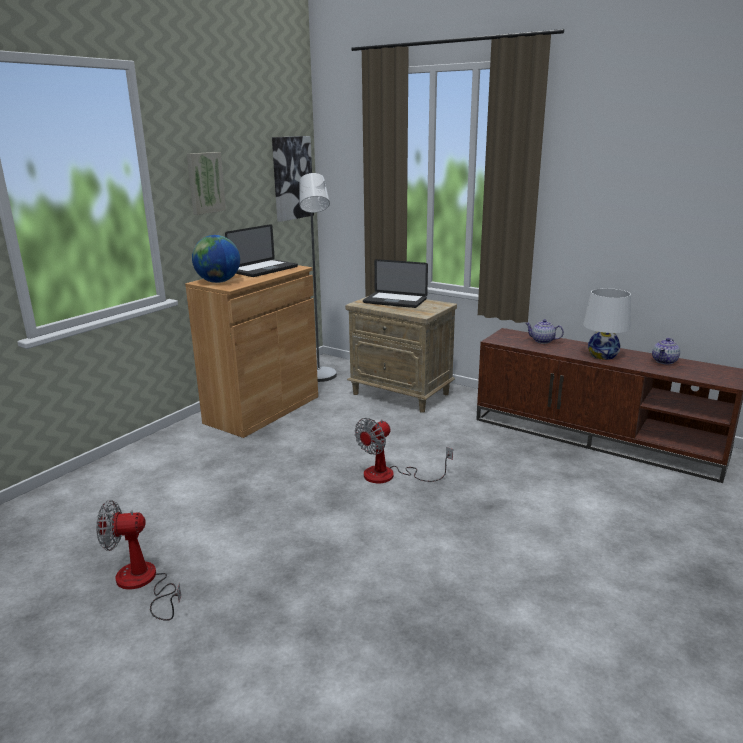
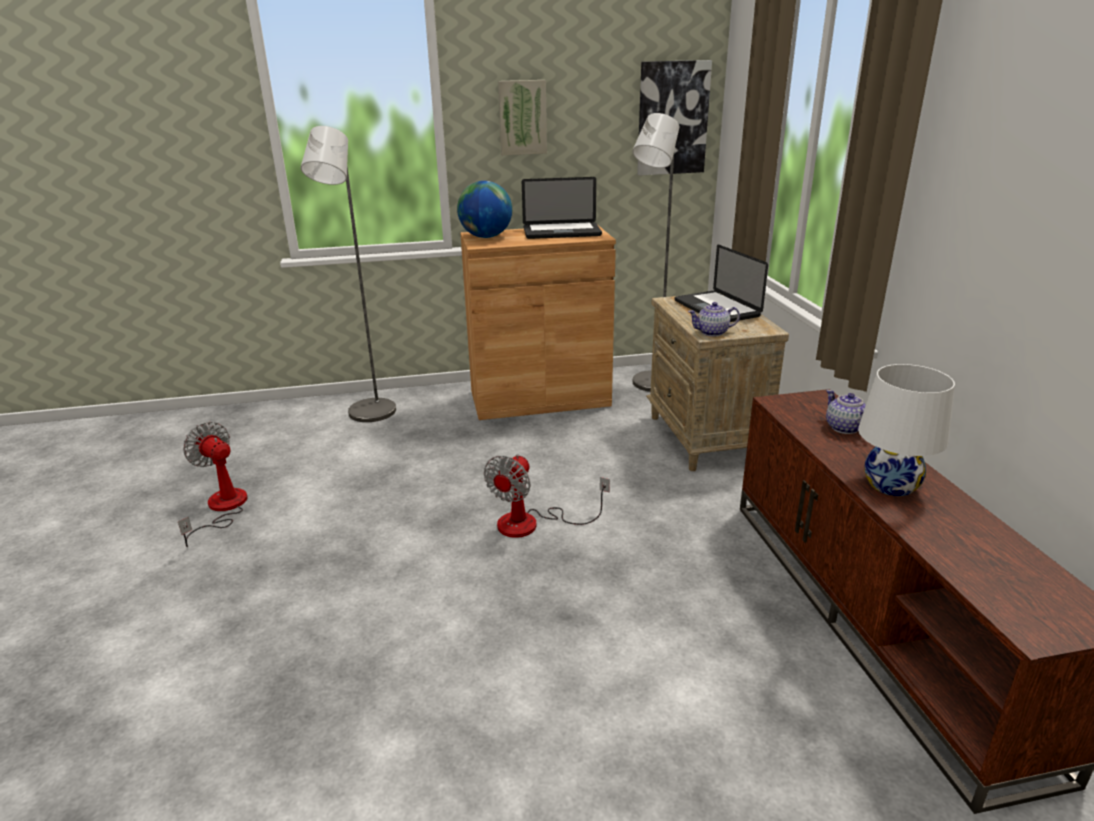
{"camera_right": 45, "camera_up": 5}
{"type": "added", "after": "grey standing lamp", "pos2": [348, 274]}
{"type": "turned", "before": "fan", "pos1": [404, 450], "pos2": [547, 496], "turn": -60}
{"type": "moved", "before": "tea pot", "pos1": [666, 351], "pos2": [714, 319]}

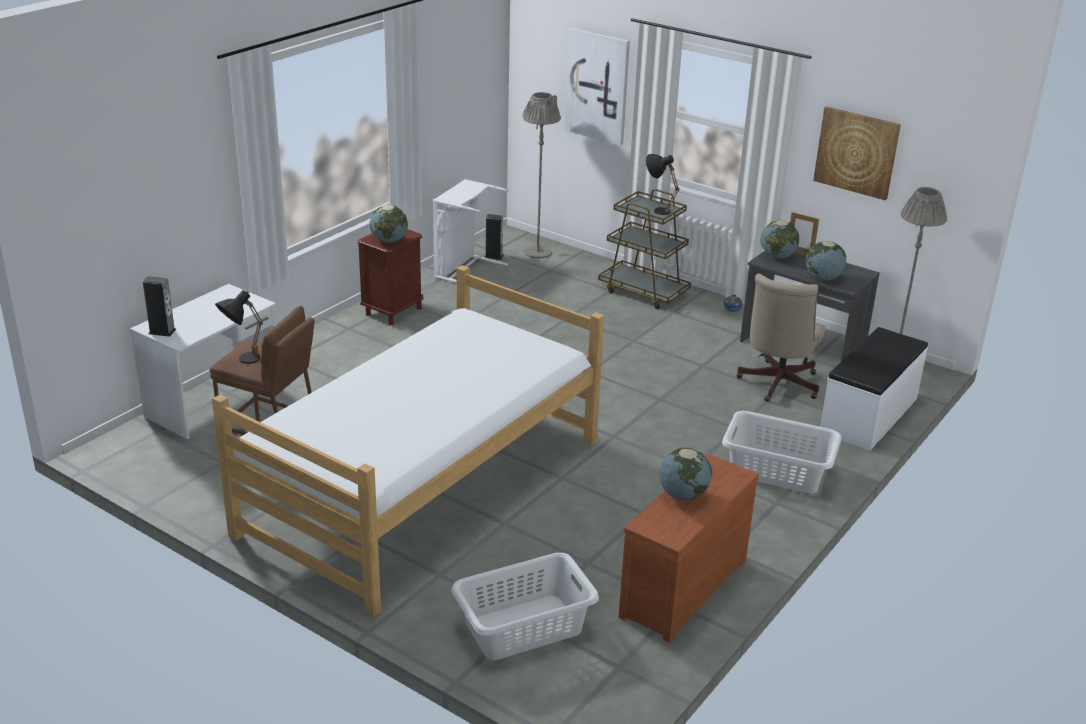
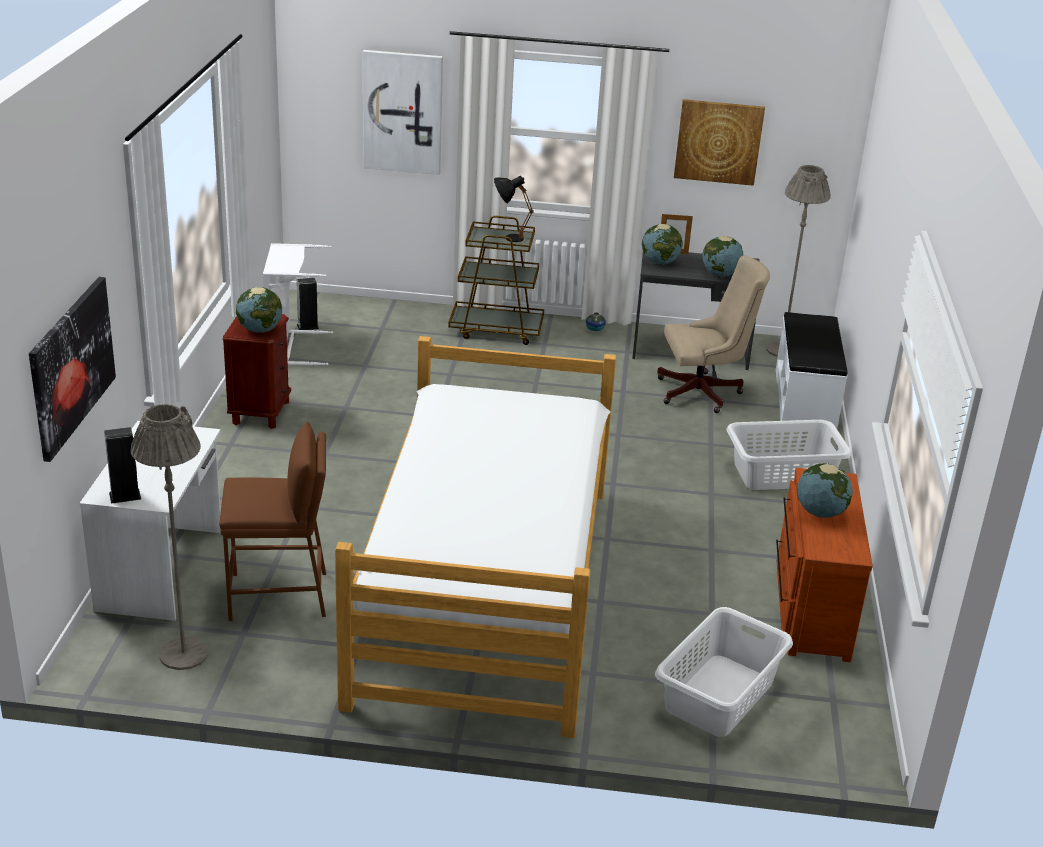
{"camera_right": -30, "camera_up": 0}
{"type": "added", "after": "wall picture", "pos2": [72, 369]}
{"type": "moved", "before": "grey standing lamp", "pos1": [542, 175], "pos2": [169, 537]}
{"type": "turned", "before": "beige office chair", "pos1": [780, 338], "pos2": [713, 334], "turn": -90}
{"type": "removed", "before": "black-coloured lamp for a table", "pos1": [239, 327]}

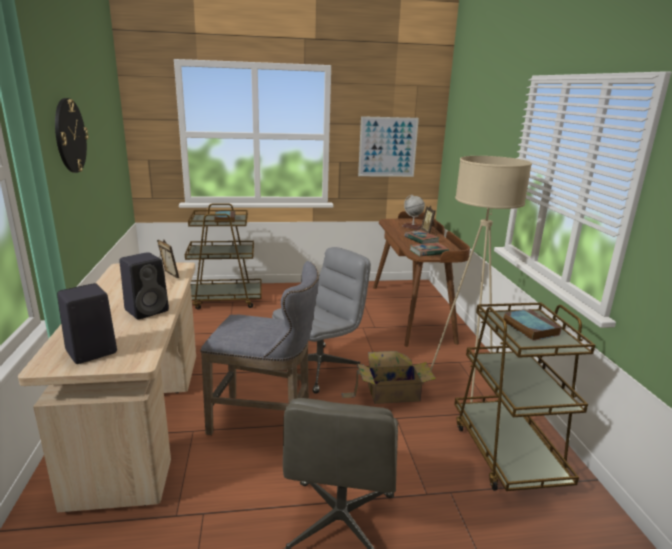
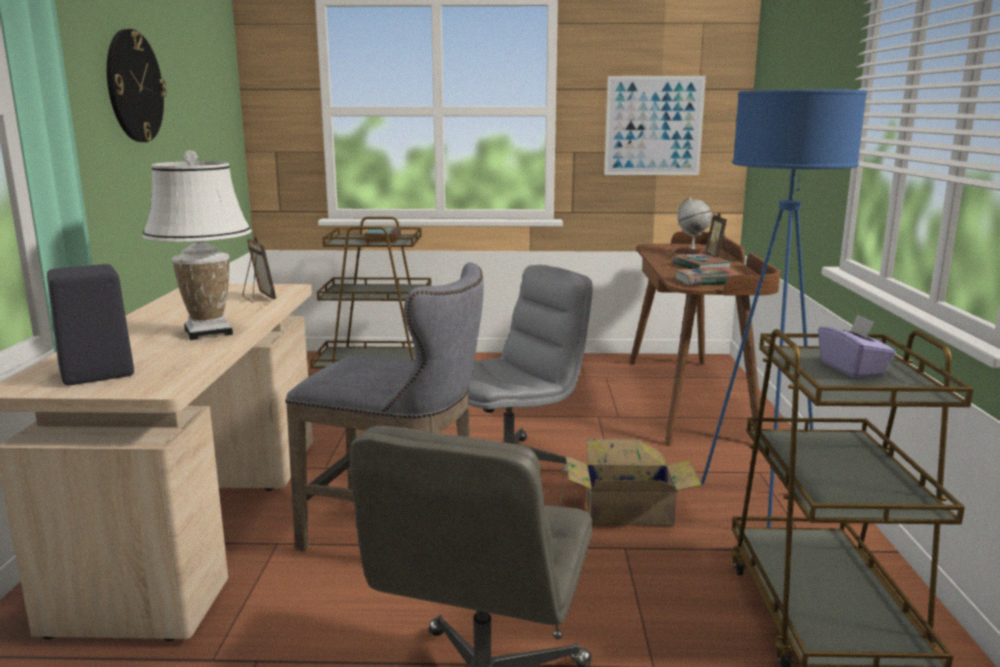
{"camera_right": 10, "camera_up": -5}
{"type": "replaced", "before": "black-coloured speaker", "after": "whitish lamp for a table", "pos1": [144, 285], "pos2": [197, 245]}
{"type": "recoloured", "before": "beige standing lamp", "after": "blue standing lamp", "pos1": [481, 279], "pos2": [784, 309]}
{"type": "replaced", "before": "volume", "after": "purple-coloured tissue holder", "pos1": [532, 325], "pos2": [857, 346]}

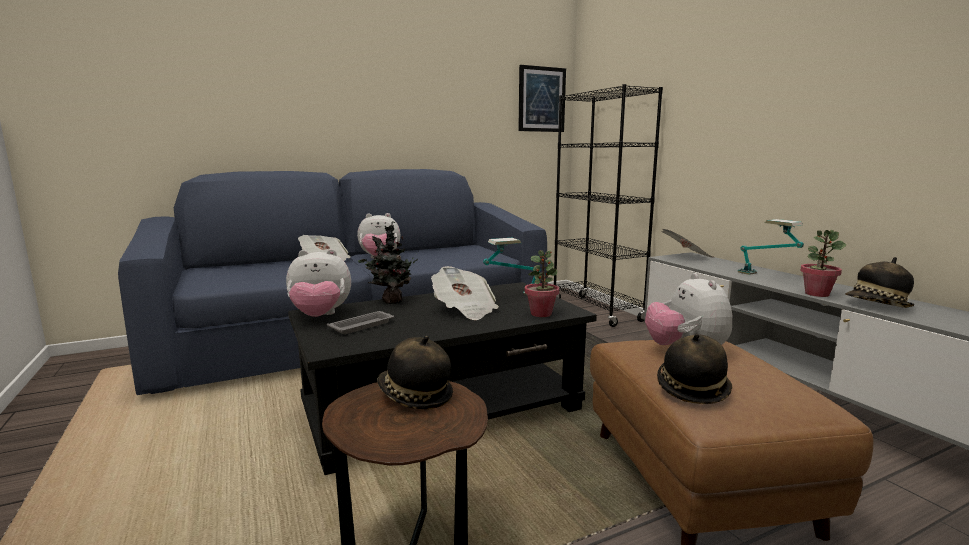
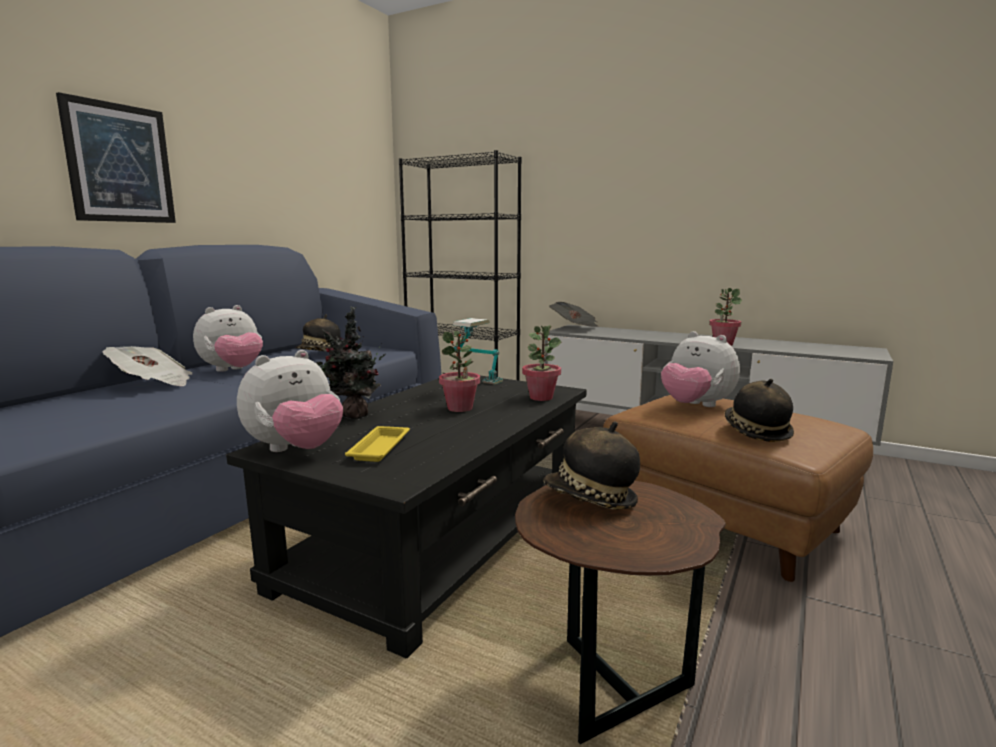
{"camera_right": -35, "camera_up": 0}
{"type": "moved", "before": "wall picture", "pos1": [542, 98], "pos2": [116, 157]}
{"type": "moved", "before": "wearable hat", "pos1": [879, 282], "pos2": [318, 332]}
{"type": "recoloured", "before": "grey carrying tray", "after": "yellow-coloured carrying tray", "pos1": [360, 322], "pos2": [377, 444]}
{"type": "replaced", "before": "newspaper", "after": "houseplant", "pos1": [465, 293], "pos2": [459, 371]}
{"type": "removed", "before": "lamp for a table", "pos1": [770, 247]}

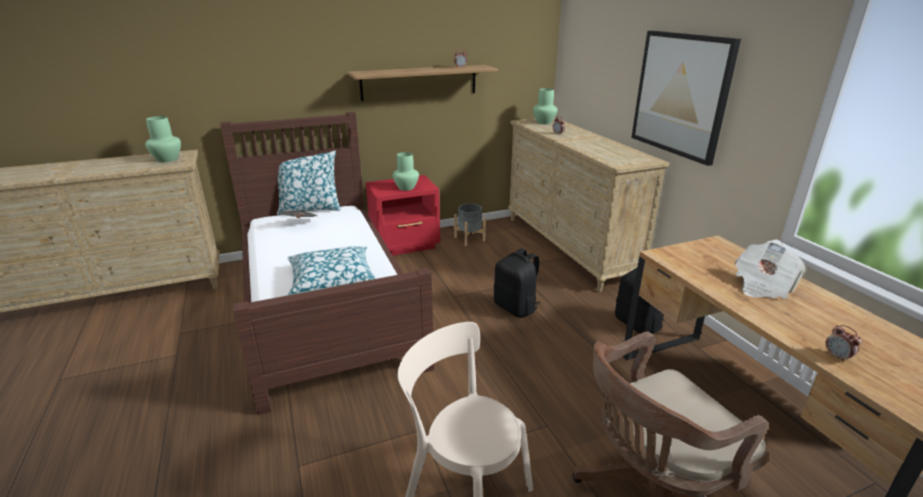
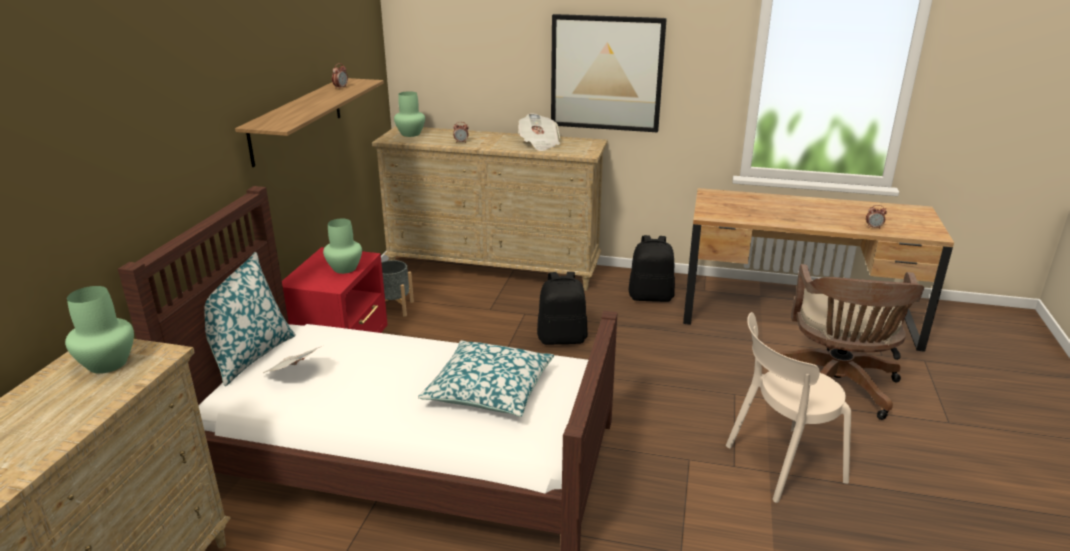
{"camera_right": -55, "camera_up": 0}
{"type": "moved", "before": "newspaper", "pos1": [770, 270], "pos2": [539, 132]}

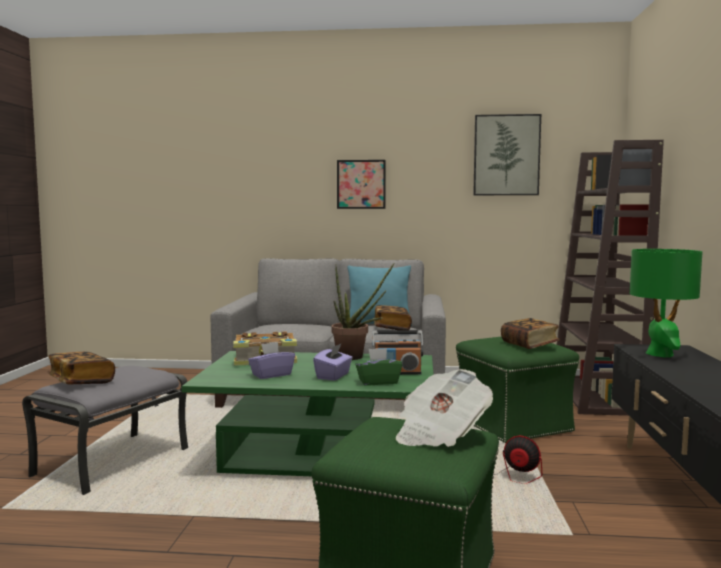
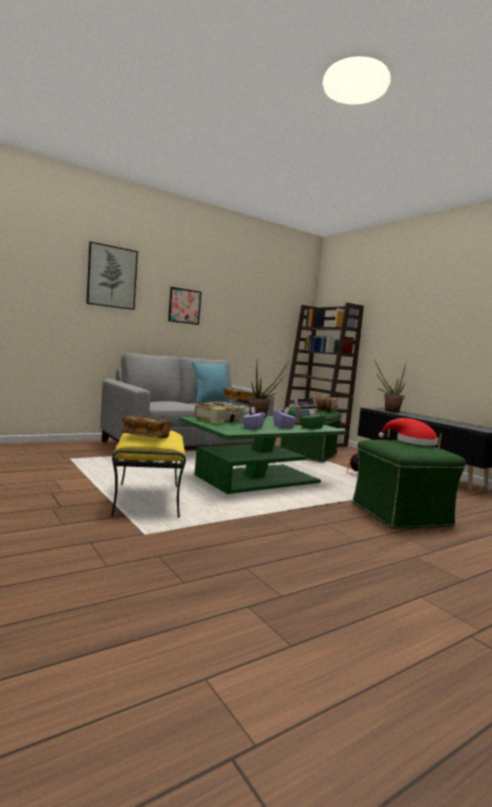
{"camera_right": -40, "camera_up": 0}
{"type": "moved", "before": "wall picture", "pos1": [507, 154], "pos2": [112, 275]}
{"type": "recoloured", "before": "grey ottoman", "after": "yellow-coloured ottoman", "pos1": [105, 430], "pos2": [148, 474]}
{"type": "replaced", "before": "green lamp for a table", "after": "houseplant", "pos1": [666, 303], "pos2": [390, 386]}
{"type": "replaced", "before": "newspaper", "after": "red-coloured wearable hat", "pos1": [444, 408], "pos2": [408, 432]}

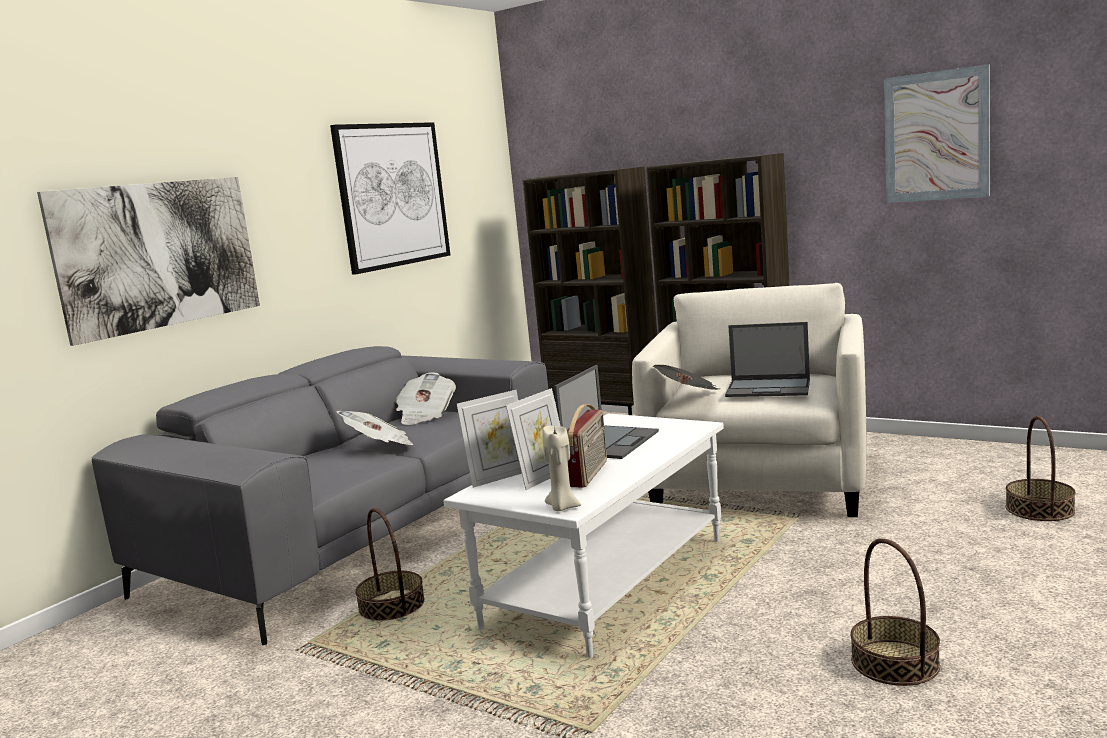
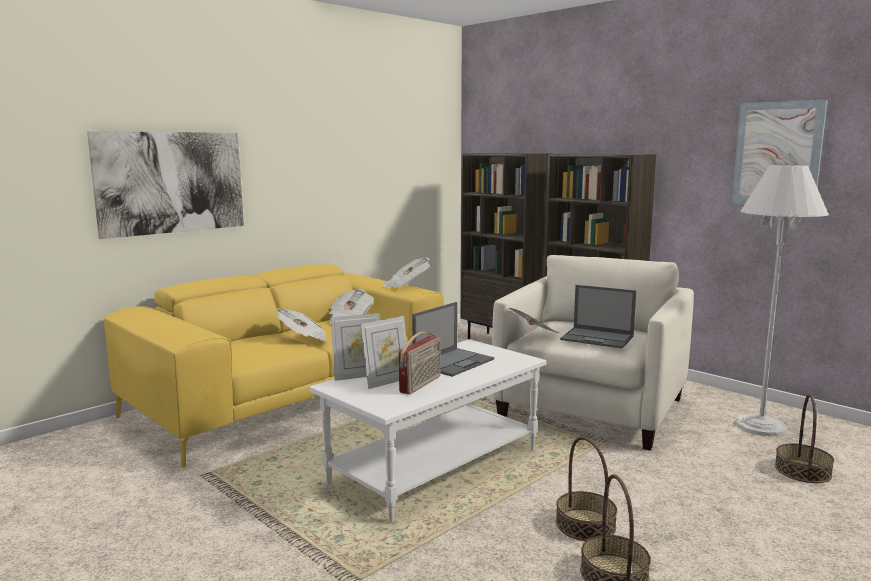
{"camera_right": 10, "camera_up": 0}
{"type": "recoloured", "before": "grey settee", "after": "yellow-coloured settee", "pos1": [320, 495], "pos2": [274, 366]}
{"type": "added", "after": "newspaper", "pos2": [406, 273]}
{"type": "moved", "before": "household basket", "pos1": [390, 564], "pos2": [586, 488]}
{"type": "added", "after": "whitish standing lamp", "pos2": [782, 300]}
{"type": "removed", "before": "wall picture", "pos1": [390, 198]}
{"type": "removed", "before": "beige wax candle", "pos1": [561, 468]}

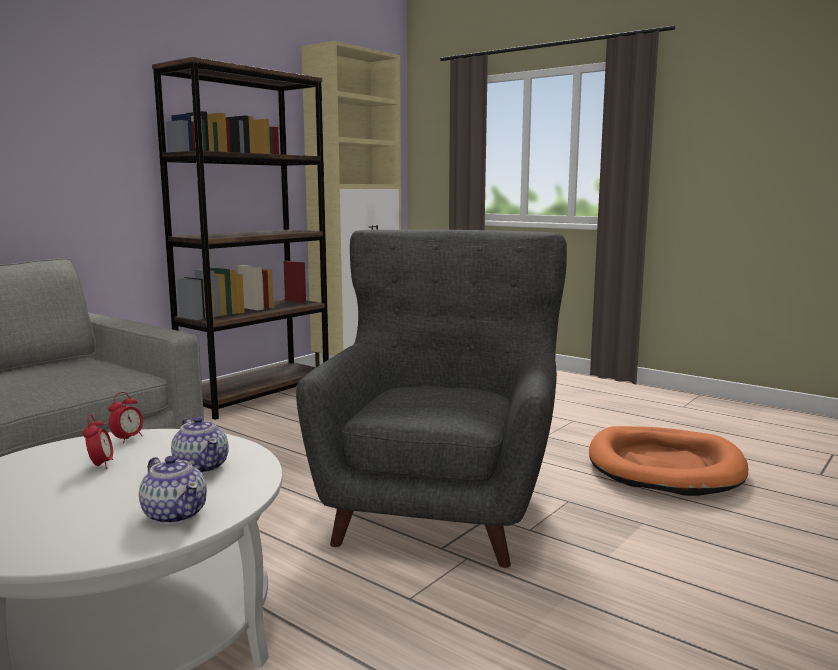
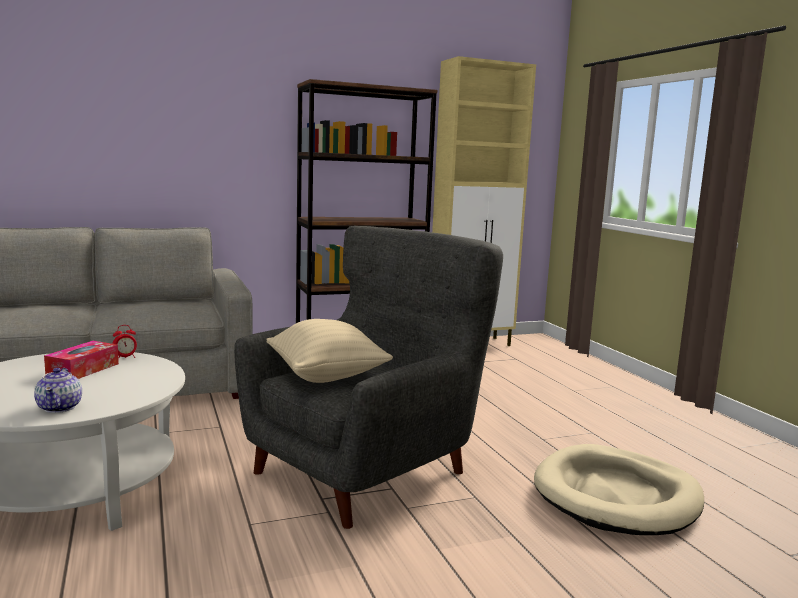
{"camera_right": 30, "camera_up": 0}
{"type": "replaced", "before": "alarm clock", "after": "tissue holder", "pos1": [98, 442], "pos2": [81, 360]}
{"type": "added", "after": "beige throw pillow", "pos2": [329, 351]}
{"type": "recoloured", "before": "orangey dog cushion", "after": "beige dog cushion", "pos1": [668, 461], "pos2": [619, 489]}
{"type": "removed", "before": "tea pot", "pos1": [200, 445]}

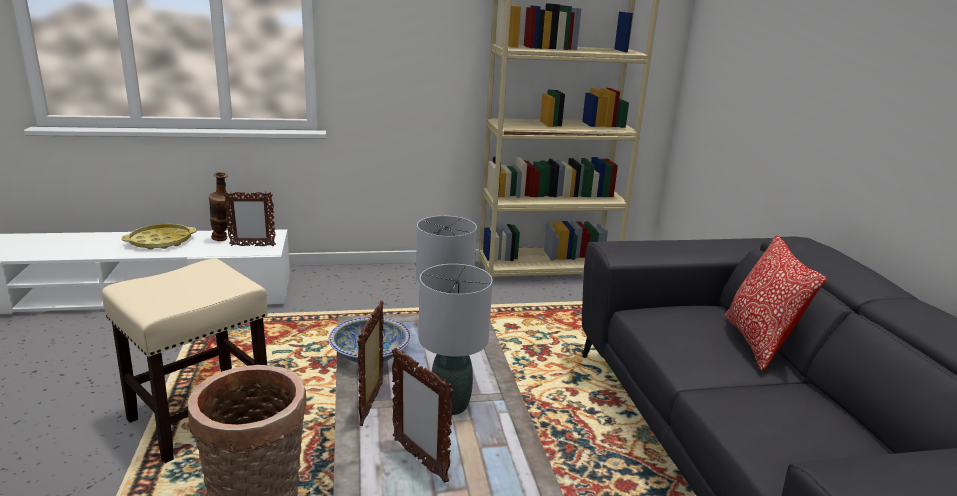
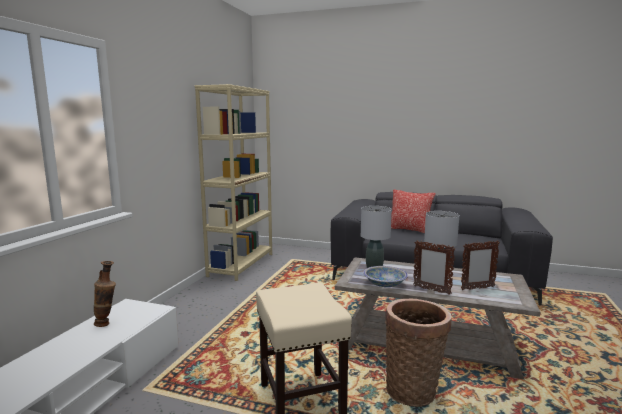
{"camera_right": -60, "camera_up": -10}
{"type": "removed", "before": "yellow-coloured carrying tray", "pos1": [159, 237]}
{"type": "removed", "before": "standing frame", "pos1": [249, 219]}

